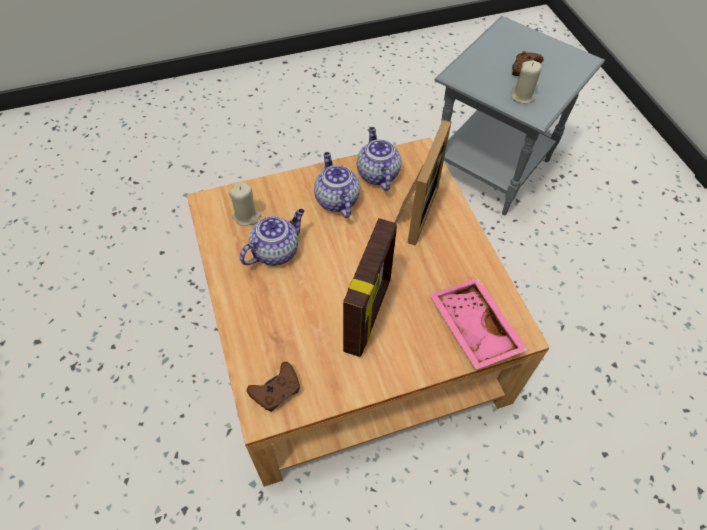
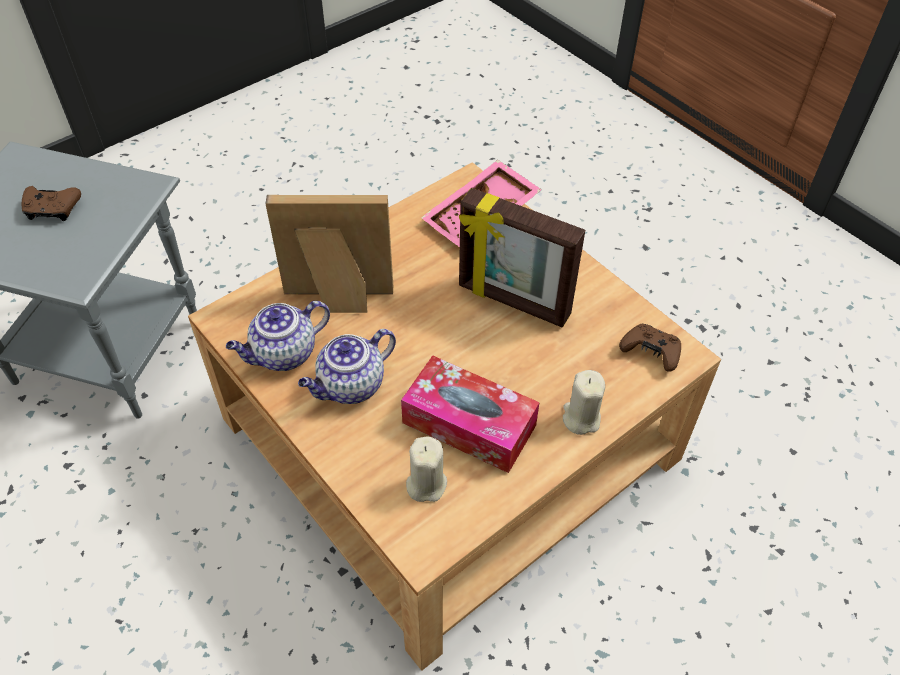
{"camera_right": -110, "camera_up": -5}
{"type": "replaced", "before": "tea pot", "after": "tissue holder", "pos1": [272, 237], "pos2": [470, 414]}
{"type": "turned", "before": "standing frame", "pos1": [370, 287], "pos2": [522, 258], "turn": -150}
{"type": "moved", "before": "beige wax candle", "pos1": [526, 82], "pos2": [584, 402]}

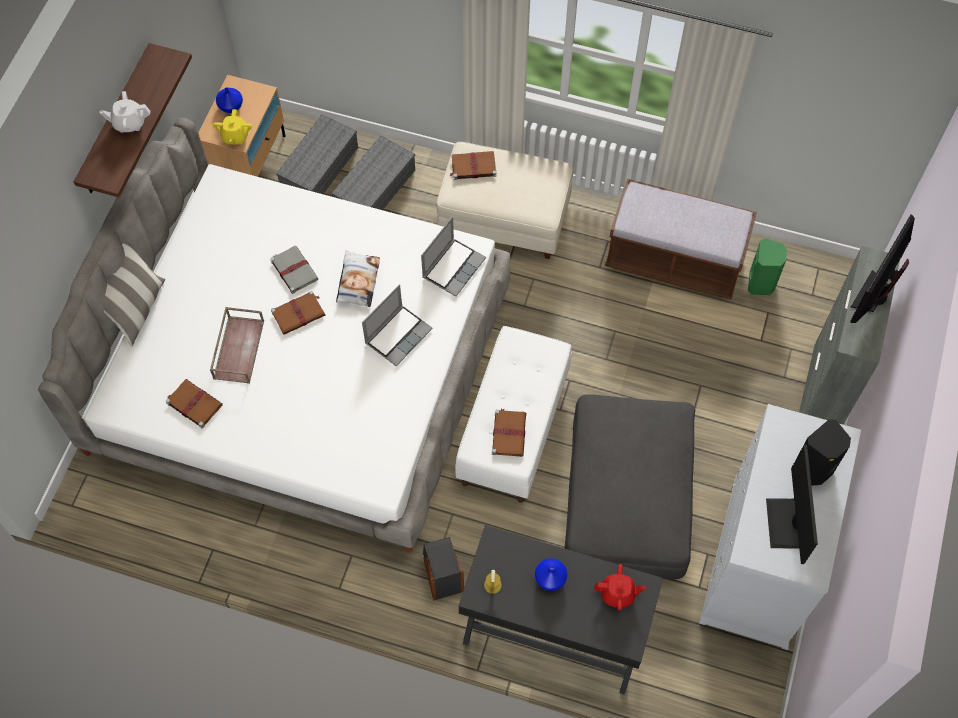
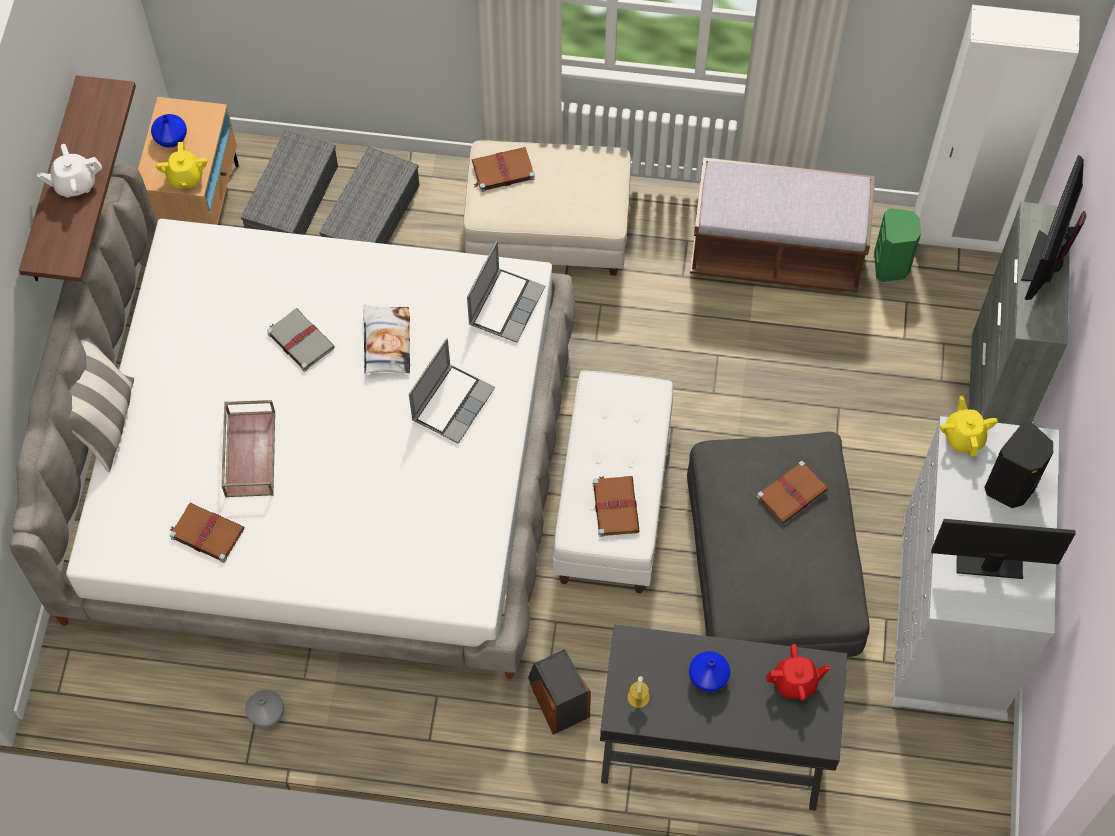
{"camera_right": -10, "camera_up": 0}
{"type": "added", "after": "grey vase", "pos2": [264, 709]}
{"type": "moved", "before": "brown volume", "pos1": [298, 313], "pos2": [792, 492]}
{"type": "added", "after": "whitish clothes cupboard", "pos2": [997, 129]}
{"type": "turned", "before": "computer screen", "pos1": [792, 504], "pos2": [1003, 549], "turn": 105}
{"type": "added", "after": "yellow-coloured tea pot", "pos2": [969, 426]}

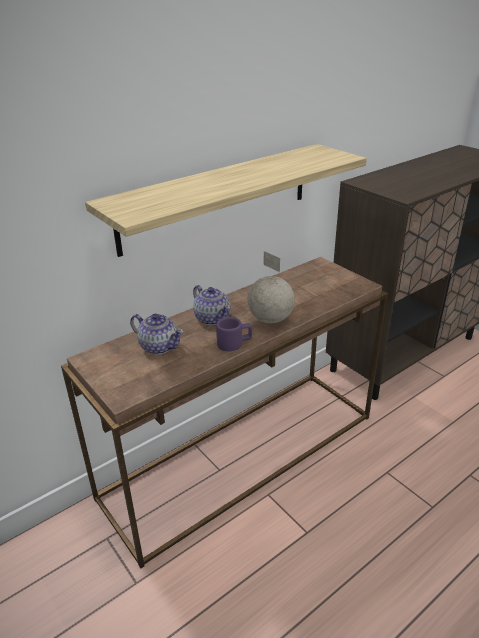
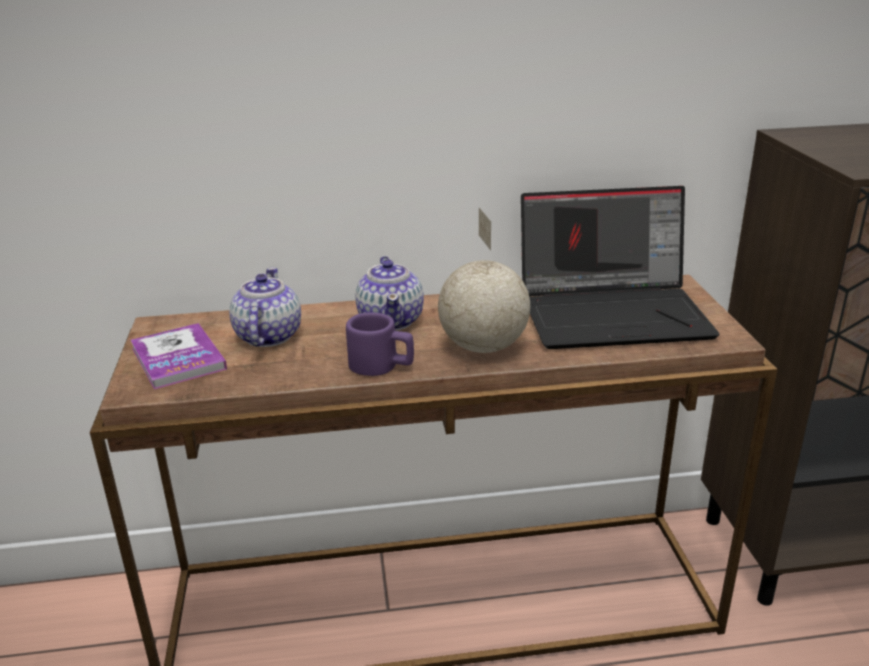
{"camera_right": 30, "camera_up": -5}
{"type": "added", "after": "volume", "pos2": [179, 356]}
{"type": "turned", "before": "tea pot", "pos1": [157, 334], "pos2": [265, 307], "turn": -150}
{"type": "added", "after": "notebook computer", "pos2": [620, 267]}
{"type": "removed", "before": "wall shelf", "pos1": [226, 200]}

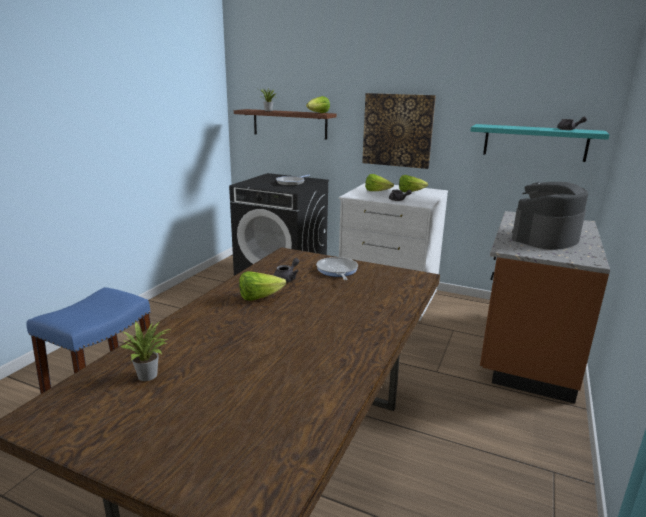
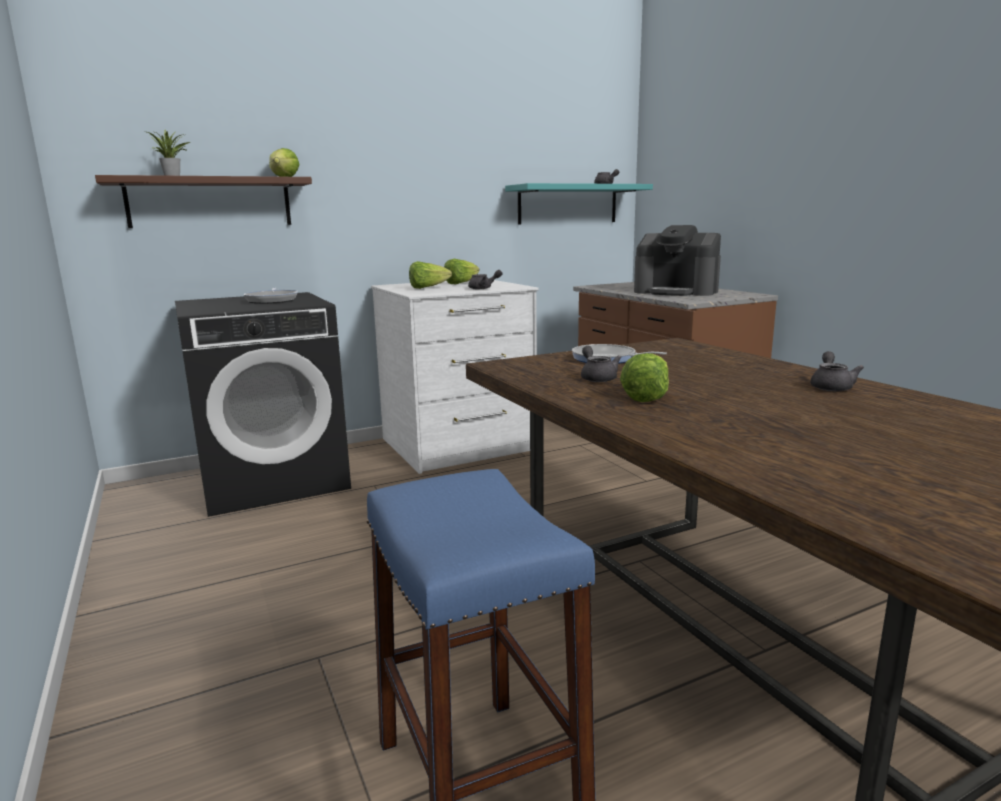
{"camera_right": -50, "camera_up": -5}
{"type": "turned", "before": "coffee machine", "pos1": [550, 216], "pos2": [677, 260], "turn": -60}
{"type": "added", "after": "grey tea pot", "pos2": [837, 371]}
{"type": "removed", "before": "houseplant", "pos1": [145, 351]}
{"type": "removed", "before": "wall picture", "pos1": [399, 131]}

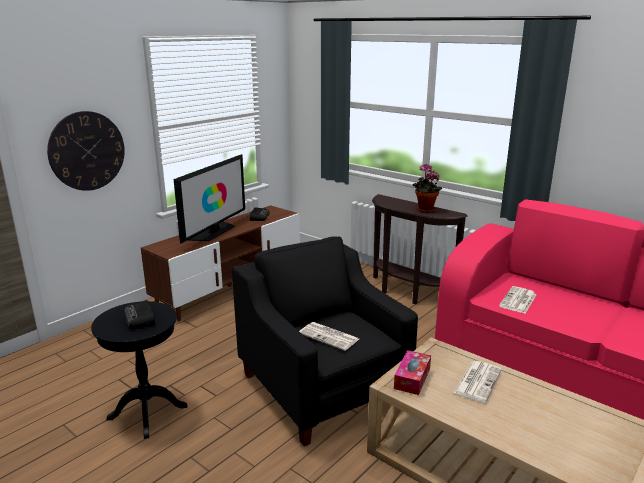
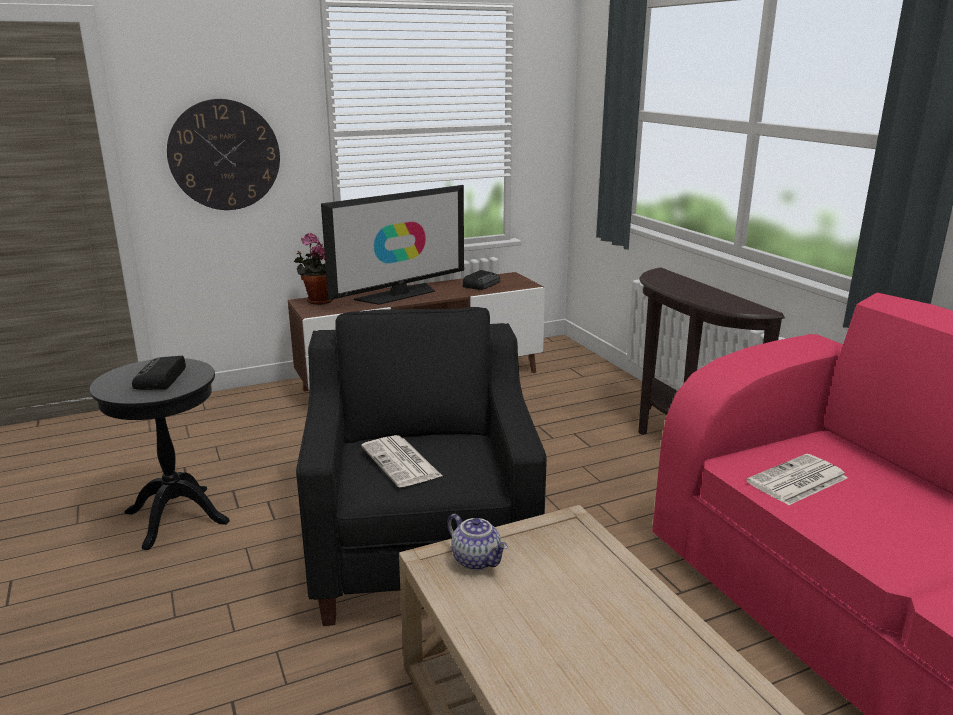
{"camera_right": 25, "camera_up": 0}
{"type": "moved", "before": "houseplant", "pos1": [427, 188], "pos2": [314, 269]}
{"type": "replaced", "before": "tissue holder", "after": "tea pot", "pos1": [412, 372], "pos2": [477, 542]}
{"type": "removed", "before": "newspaper", "pos1": [477, 381]}

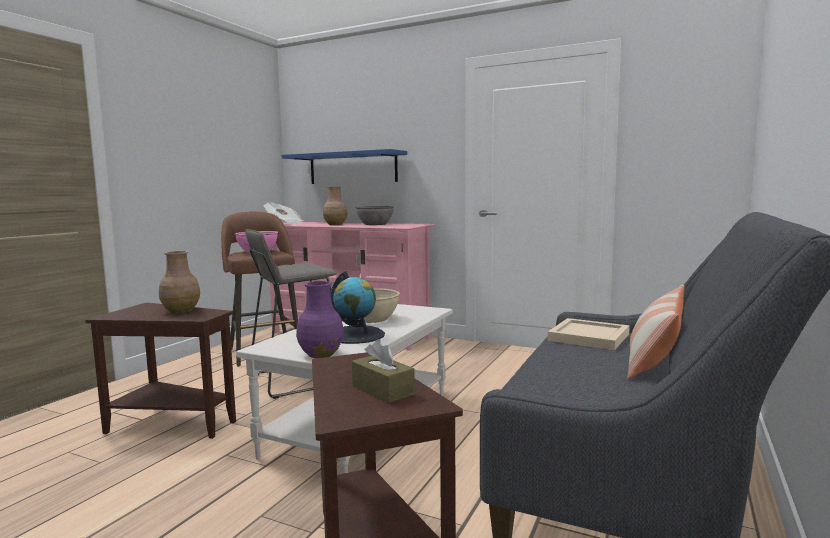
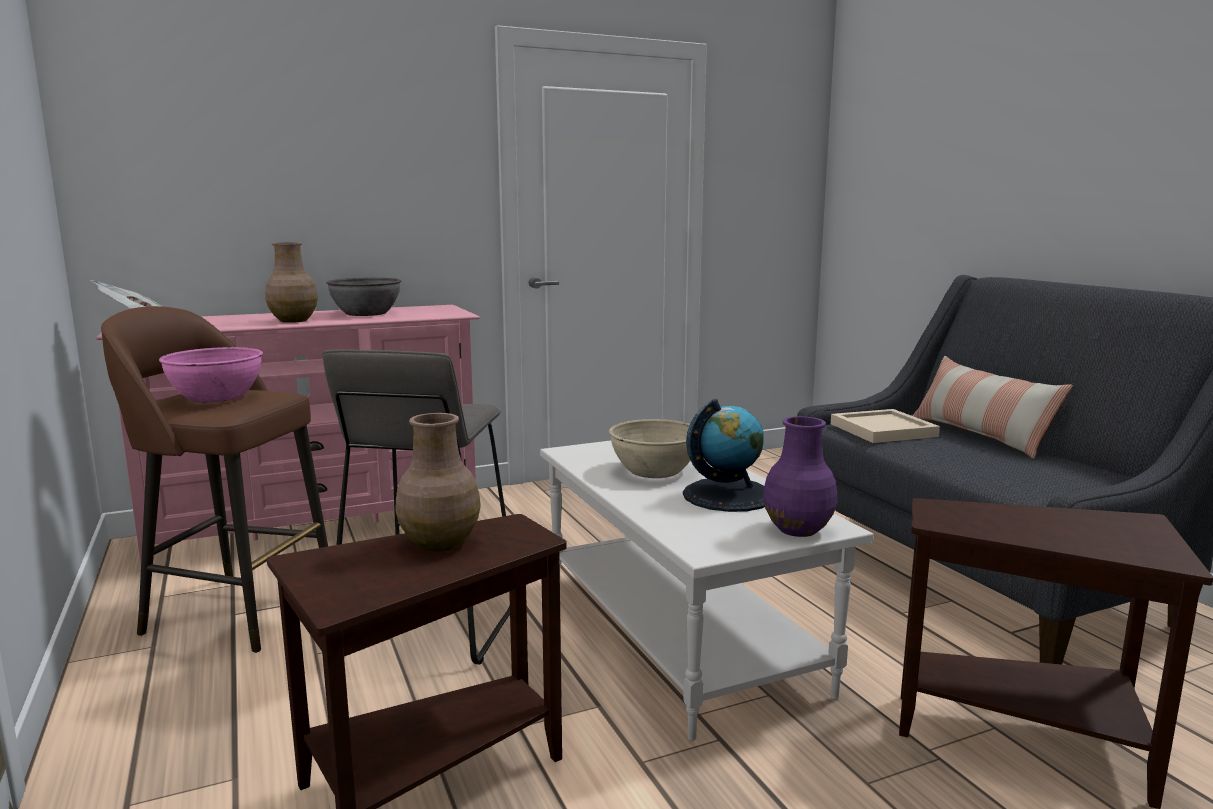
{"camera_right": -50, "camera_up": 5}
{"type": "removed", "before": "blue wall shelf", "pos1": [344, 166]}
{"type": "removed", "before": "brown tissue holder", "pos1": [383, 371]}

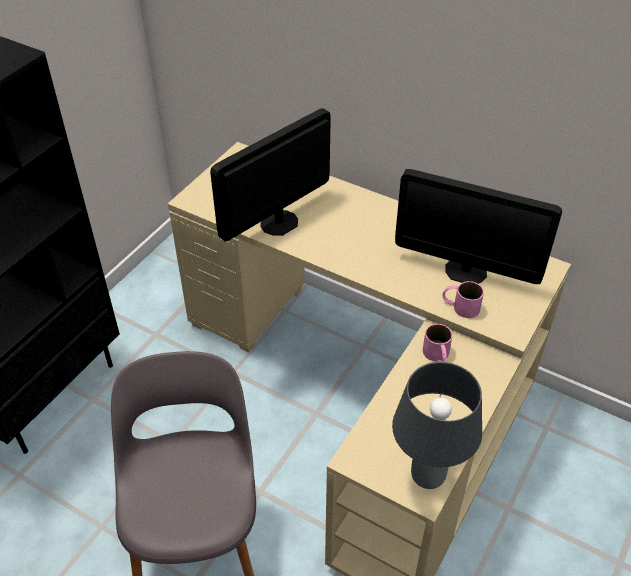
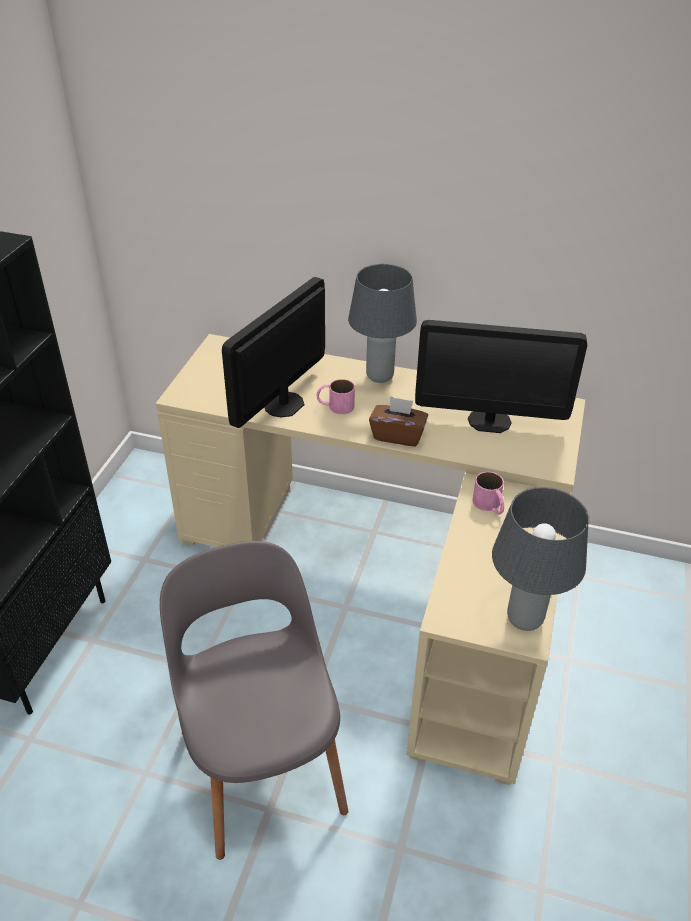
{"camera_right": -15, "camera_up": -5}
{"type": "moved", "before": "pink-coloured tea mug", "pos1": [463, 299], "pos2": [336, 396]}
{"type": "added", "after": "grey lamp for a table", "pos2": [382, 323]}
{"type": "added", "after": "brown tissue holder", "pos2": [398, 421]}

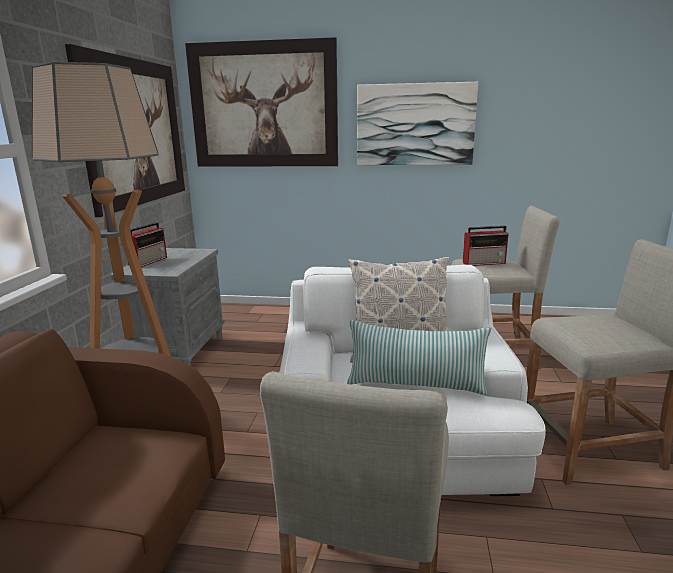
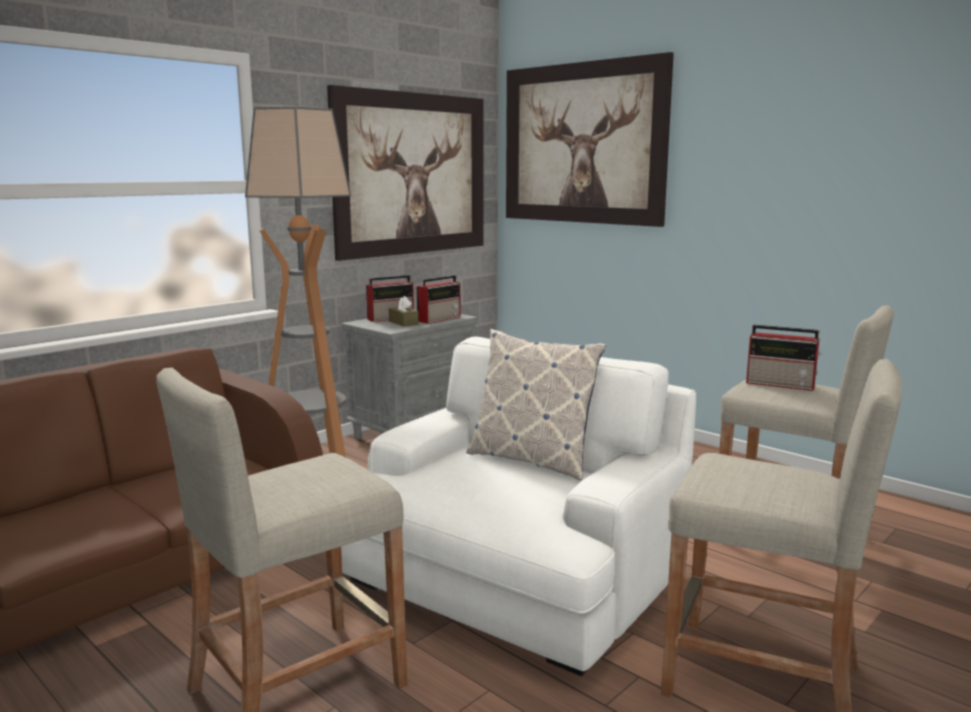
{"camera_right": 35, "camera_up": -5}
{"type": "added", "after": "brown tissue holder", "pos2": [404, 311]}
{"type": "added", "after": "radio set", "pos2": [439, 299]}
{"type": "removed", "before": "throw pillow", "pos1": [419, 358]}
{"type": "removed", "before": "wall picture", "pos1": [417, 123]}

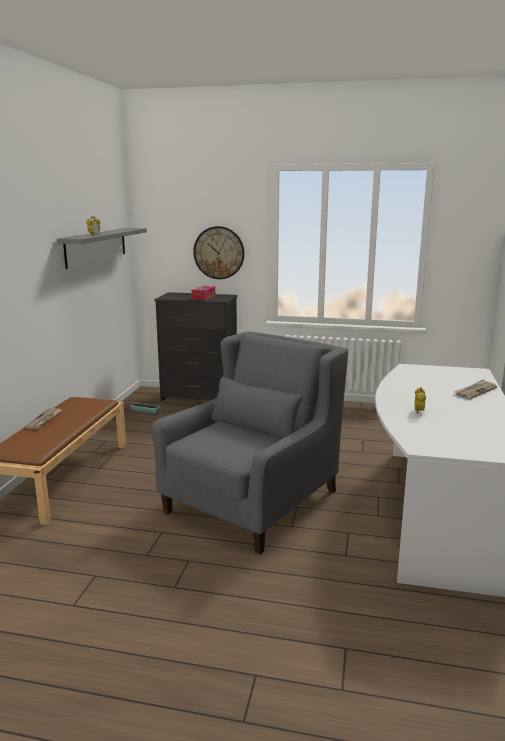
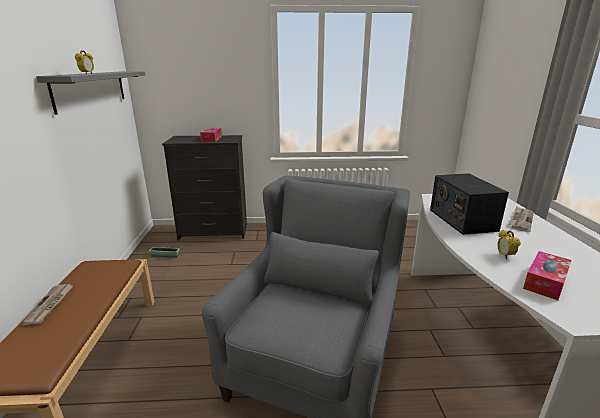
{"camera_right": -15, "camera_up": 5}
{"type": "added", "after": "radio set", "pos2": [469, 204]}
{"type": "added", "after": "tissue holder", "pos2": [547, 275]}
{"type": "removed", "before": "hanging clock", "pos1": [219, 252]}

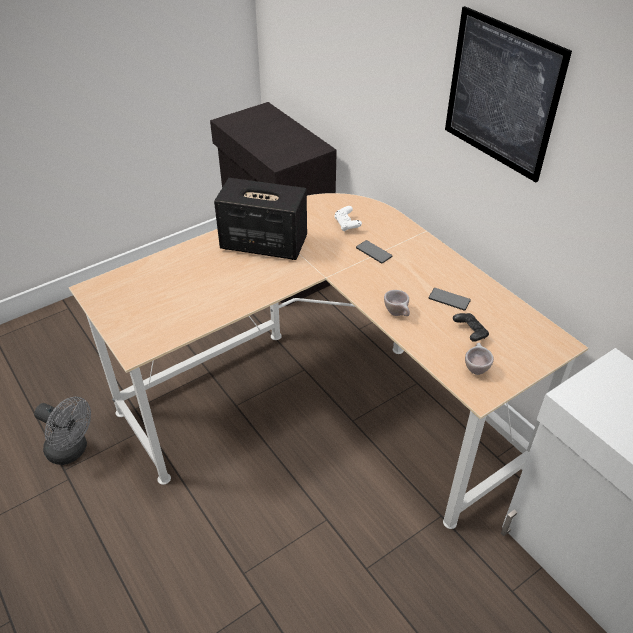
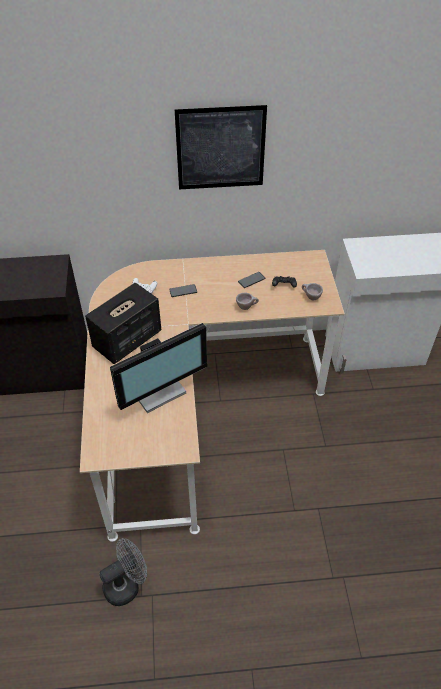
{"camera_right": -60, "camera_up": 5}
{"type": "added", "after": "computer screen", "pos2": [158, 368]}

